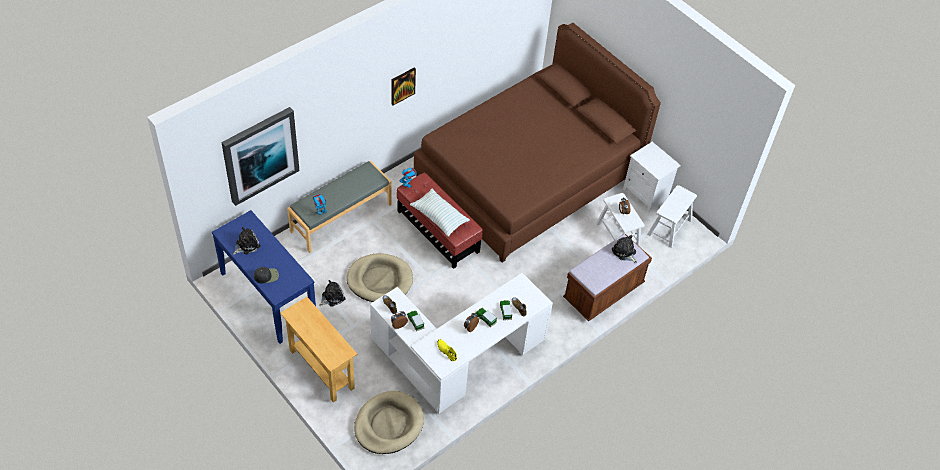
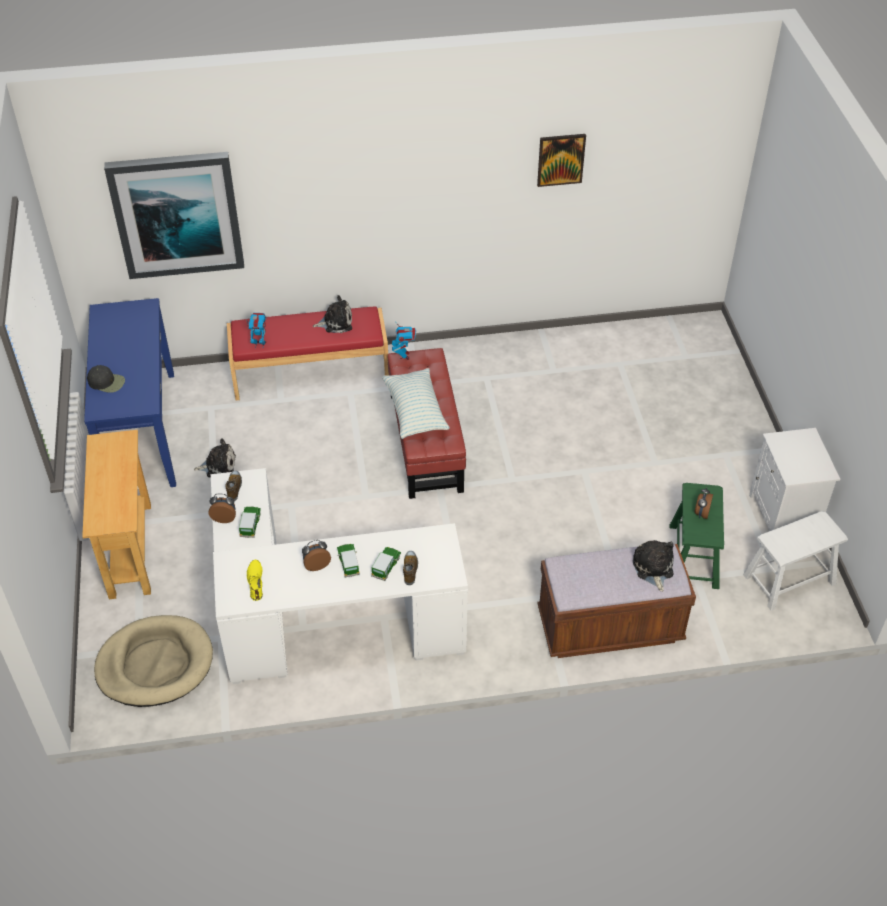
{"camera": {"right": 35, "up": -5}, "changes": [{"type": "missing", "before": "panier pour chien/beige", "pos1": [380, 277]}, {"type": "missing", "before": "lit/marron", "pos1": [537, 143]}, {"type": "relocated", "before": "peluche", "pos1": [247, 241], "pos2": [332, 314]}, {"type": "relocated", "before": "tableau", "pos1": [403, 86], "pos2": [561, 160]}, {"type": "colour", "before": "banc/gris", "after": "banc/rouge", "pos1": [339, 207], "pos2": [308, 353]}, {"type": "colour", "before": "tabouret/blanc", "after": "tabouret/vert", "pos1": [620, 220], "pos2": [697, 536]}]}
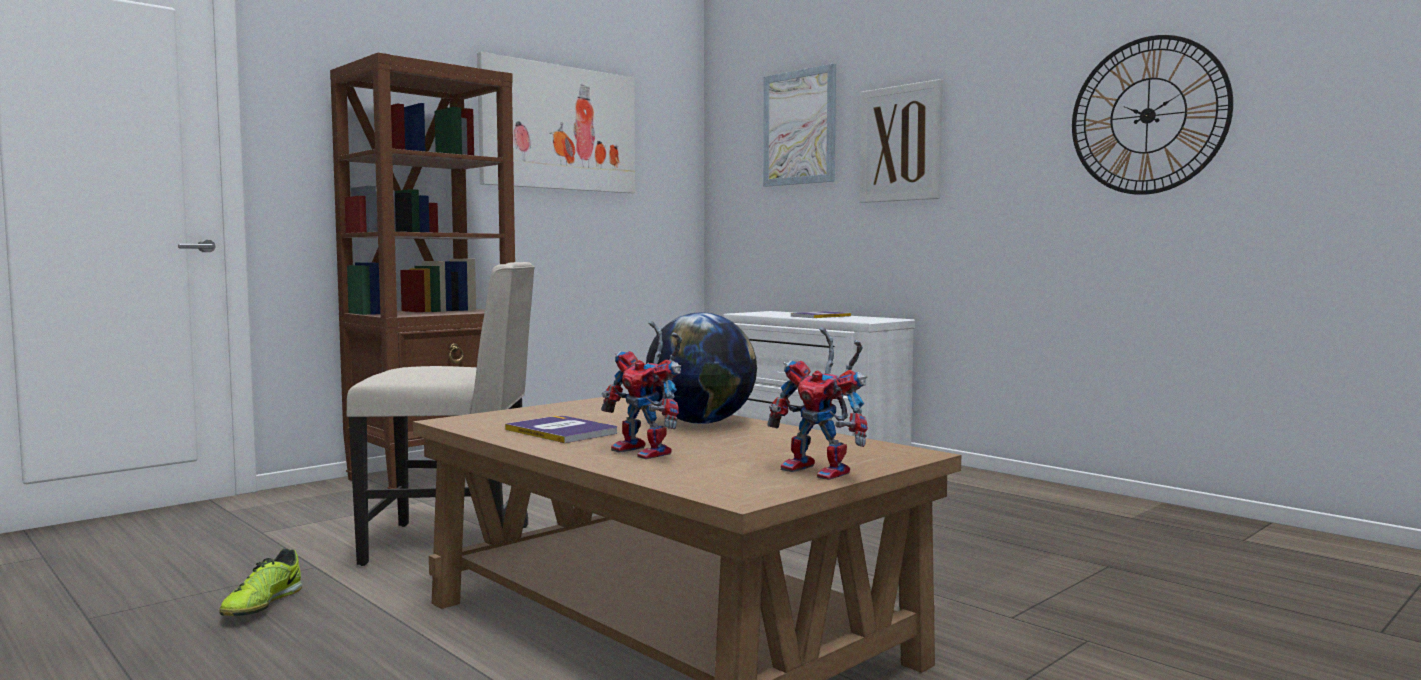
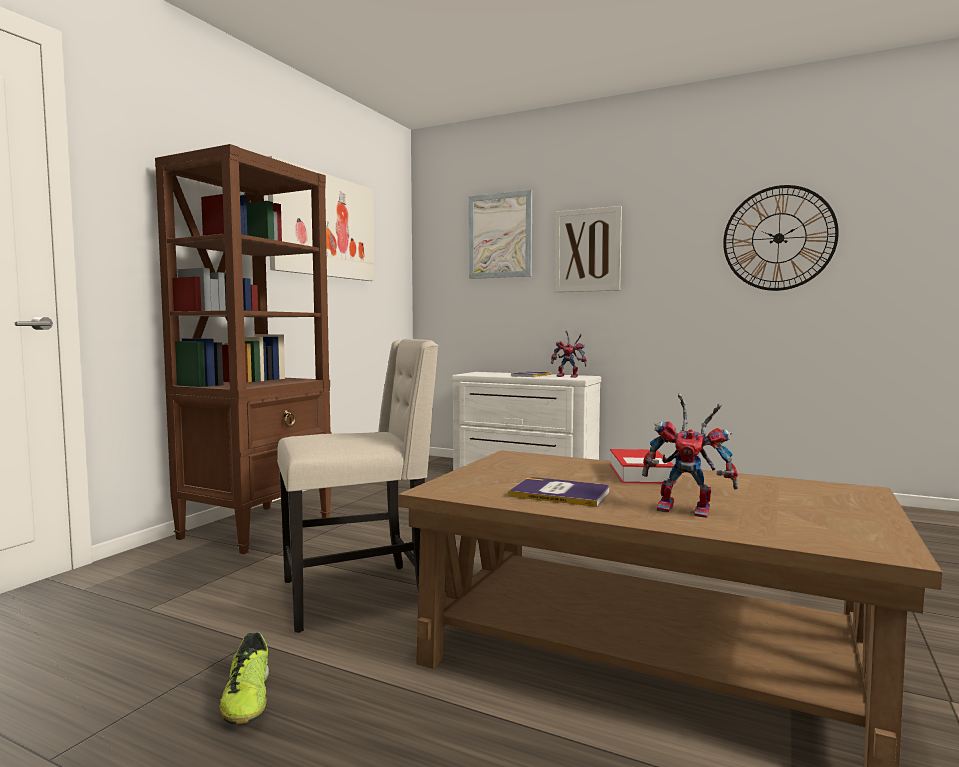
{"camera": {"right": -20, "up": 0}, "changes": [{"type": "relocated", "before": "robot jouet", "pos1": [817, 403], "pos2": [569, 354]}, {"type": "exchanged", "before": "globe", "after": "livre", "pos1": [701, 368], "pos2": [643, 466]}]}
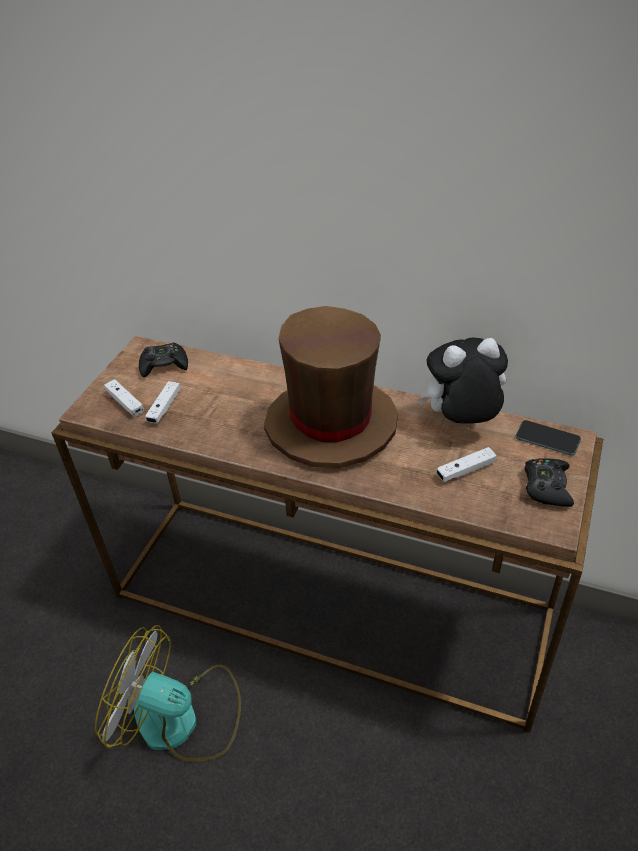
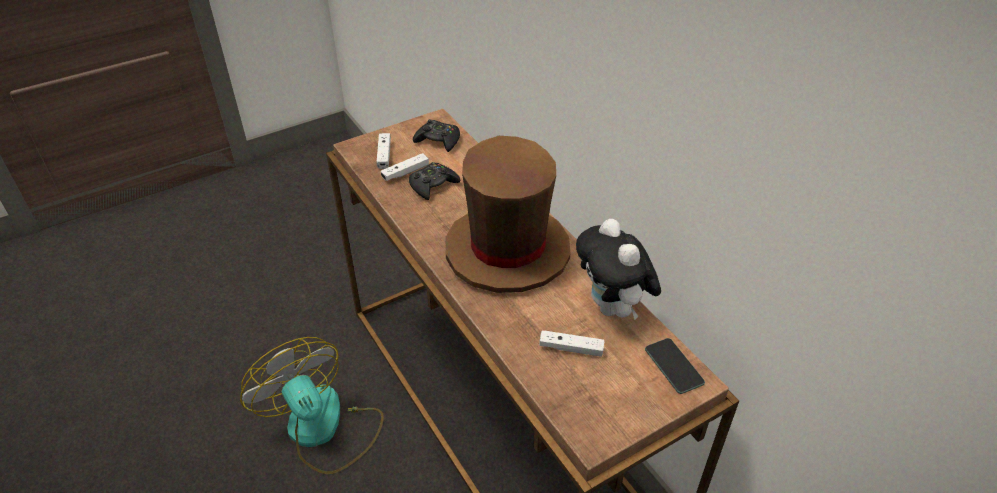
{"camera": {"right": 35, "up": 0}, "changes": [{"type": "relocated", "before": "manette/noir", "pos1": [549, 482], "pos2": [434, 181]}, {"type": "spun", "before": "peluche", "pos1": [463, 381], "pos2": [618, 269], "turn": -135}]}
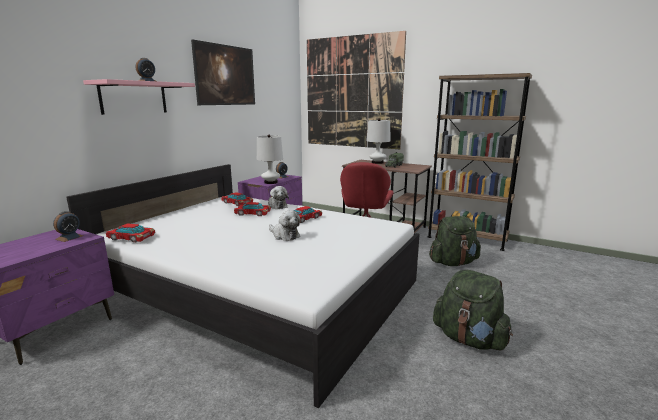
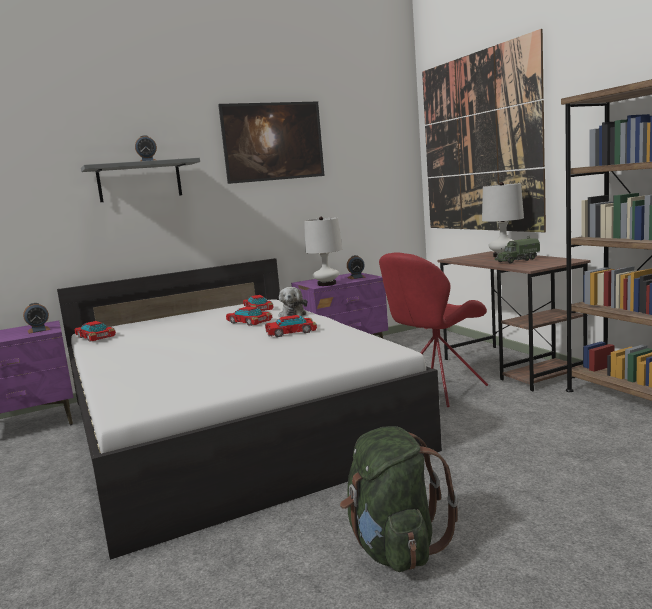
{"camera": {"right": 35, "up": -5}, "changes": [{"type": "missing", "before": "peluche", "pos1": [285, 225]}, {"type": "missing", "before": "sac à dos/vert", "pos1": [455, 241]}, {"type": "colour", "before": "étagère/rose", "after": "étagère/gris", "pos1": [139, 97], "pos2": [140, 180]}]}
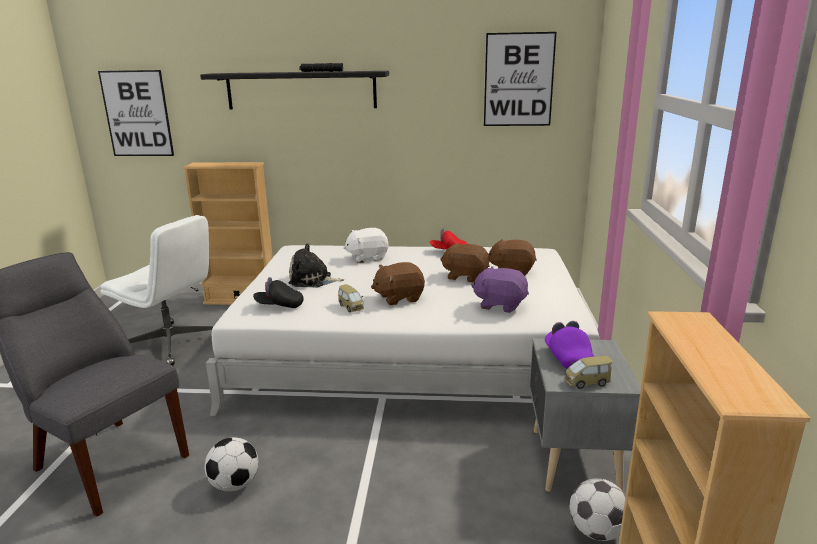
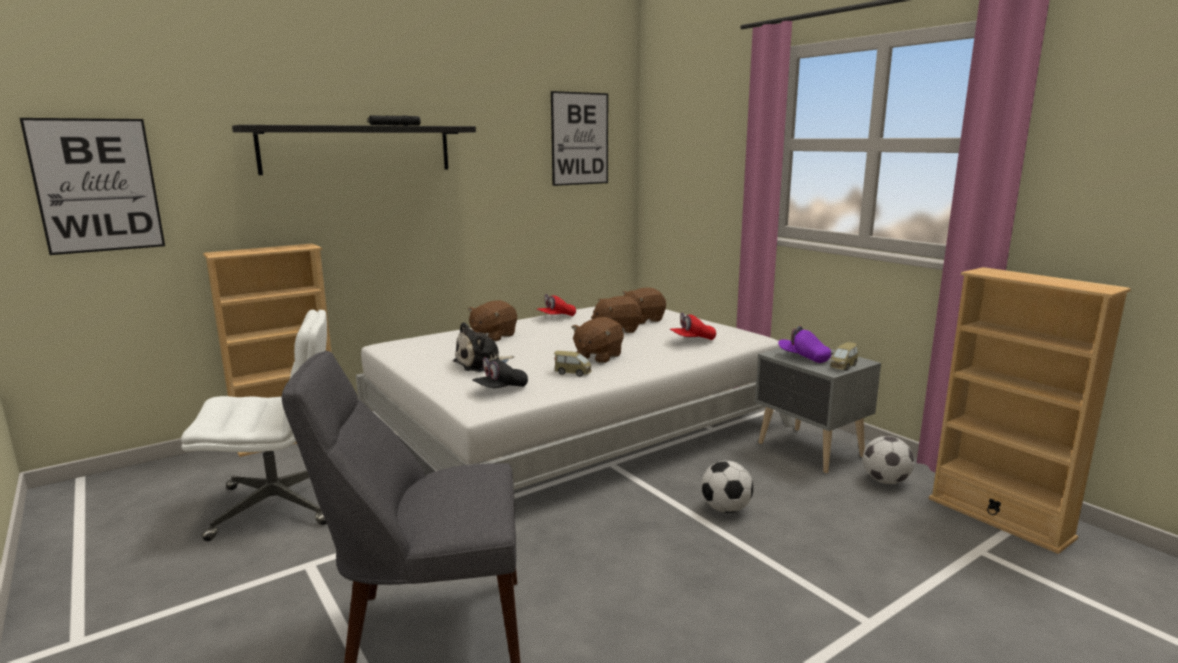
{"camera": {"right": -40, "up": -5}, "changes": [{"type": "relocated", "before": "ballon de foot", "pos1": [231, 464], "pos2": [727, 487]}, {"type": "exchanged", "before": "peluche/violet", "after": "casquette/rouge", "pos1": [500, 289], "pos2": [693, 326]}, {"type": "colour", "before": "peluche/blanc", "after": "peluche/marron", "pos1": [366, 245], "pos2": [492, 321]}]}
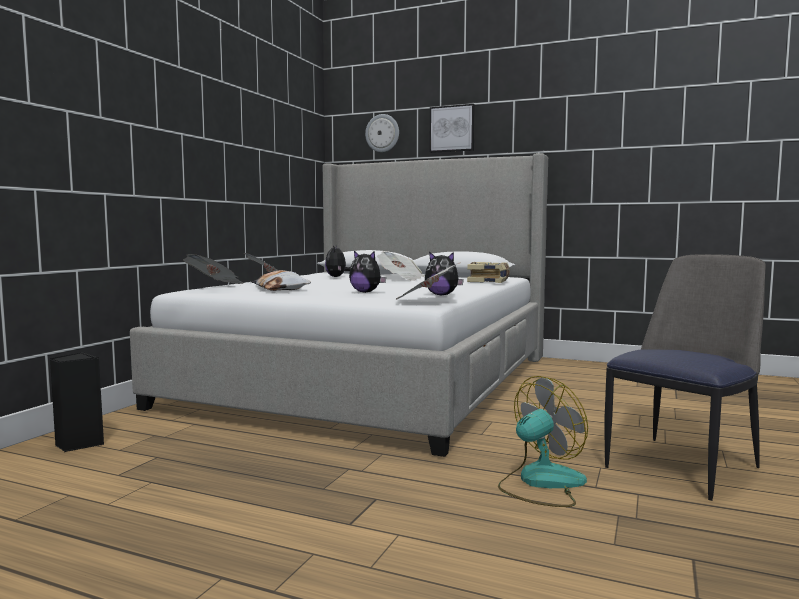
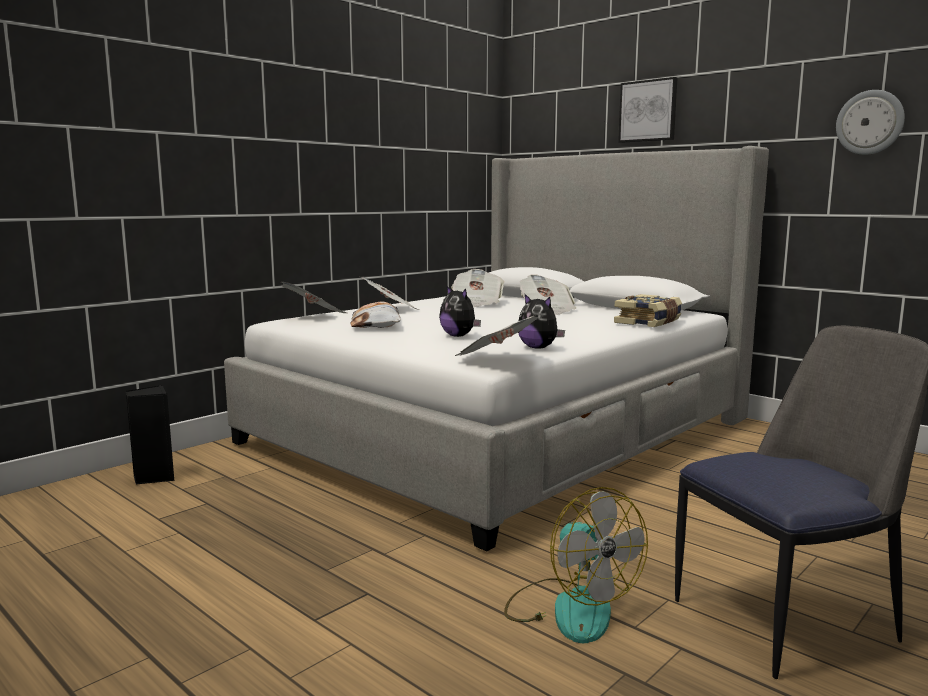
{"camera": {"right": 20, "up": 5}, "changes": [{"type": "relocated", "before": "horloge murale", "pos1": [382, 133], "pos2": [870, 122]}, {"type": "exchanged", "before": "peluche", "after": "journal", "pos1": [337, 261], "pos2": [477, 288]}, {"type": "spun", "before": "ventilateur", "pos1": [543, 441], "pos2": [576, 565], "turn": 75}]}
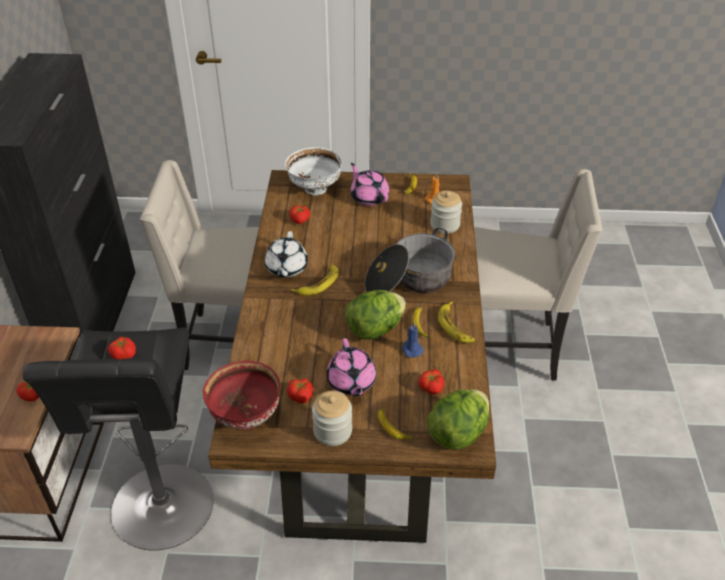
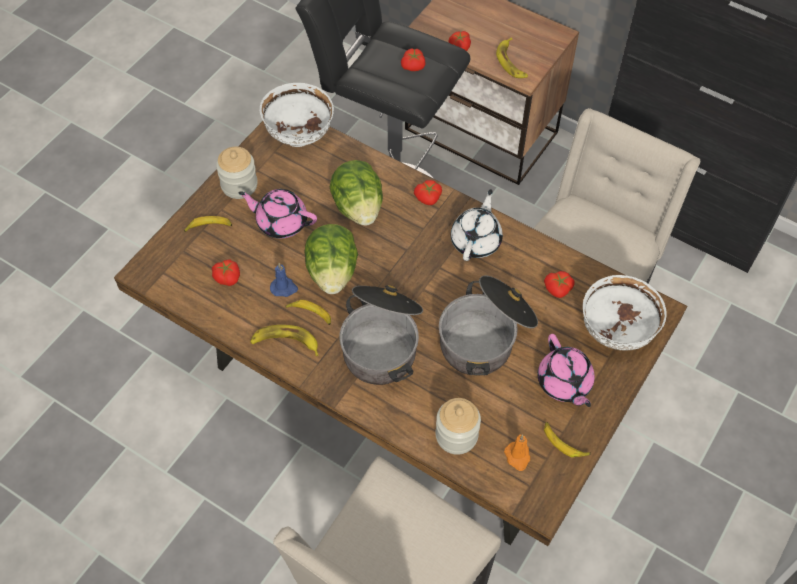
{"camera": {"right": 120, "up": 15}, "changes": [{"type": "appeared", "after": "marmite", "pos2": [488, 325]}, {"type": "relocated", "before": "tomate", "pos1": [300, 391], "pos2": [428, 192]}, {"type": "relocated", "before": "banane", "pos1": [315, 280], "pos2": [512, 57]}, {"type": "relocated", "before": "laitue", "pos1": [458, 419], "pos2": [356, 193]}, {"type": "colour", "before": "bol/rouge", "after": "bol/blanc", "pos1": [242, 395], "pos2": [297, 115]}, {"type": "spun", "before": "théière/blanc", "pos1": [286, 254], "pos2": [477, 225], "turn": 75}, {"type": "spun", "before": "théière/rose", "pos1": [369, 184], "pos2": [566, 370], "turn": 75}]}
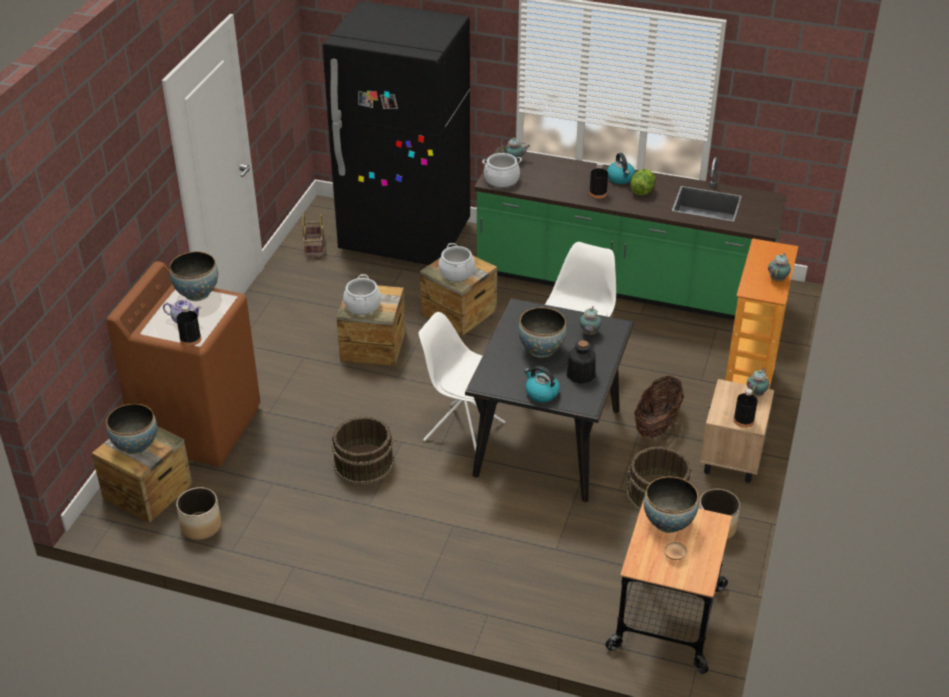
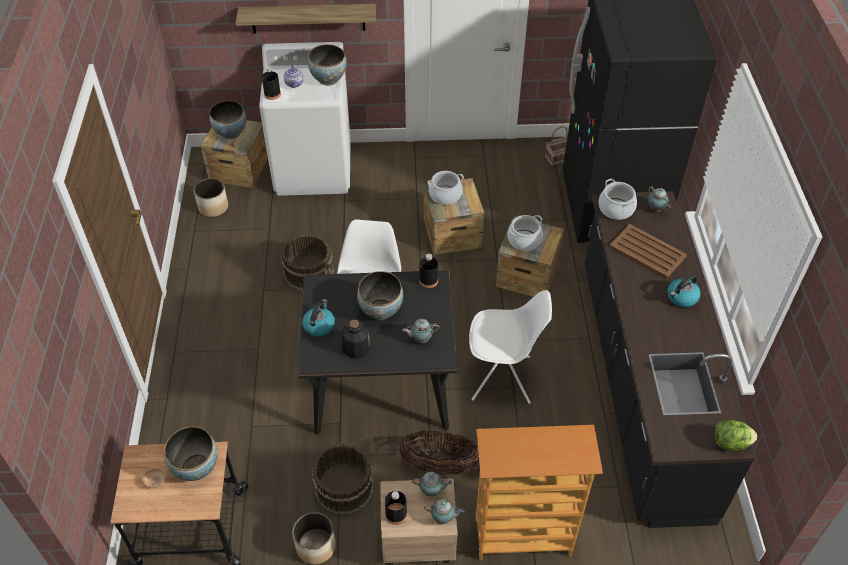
{"camera": {"right": 70, "up": 10}, "changes": [{"type": "appeared", "after": "étagère", "pos2": [306, 18]}, {"type": "appeared", "after": "plateau/marron", "pos2": [648, 251]}, {"type": "relocated", "before": "bouteille/noir", "pos1": [598, 181], "pos2": [428, 271]}, {"type": "relocated", "before": "laitue", "pos1": [643, 182], "pos2": [735, 435]}, {"type": "relocated", "before": "théière", "pos1": [779, 267], "pos2": [432, 484]}, {"type": "colour", "before": "lave-linge/marron", "after": "lave-linge/blanc", "pos1": [183, 363], "pos2": [305, 119]}, {"type": "colour", "before": "comptoir de cuisine/vert", "after": "comptoir de cuisine/noir", "pos1": [630, 233], "pos2": [670, 359]}]}
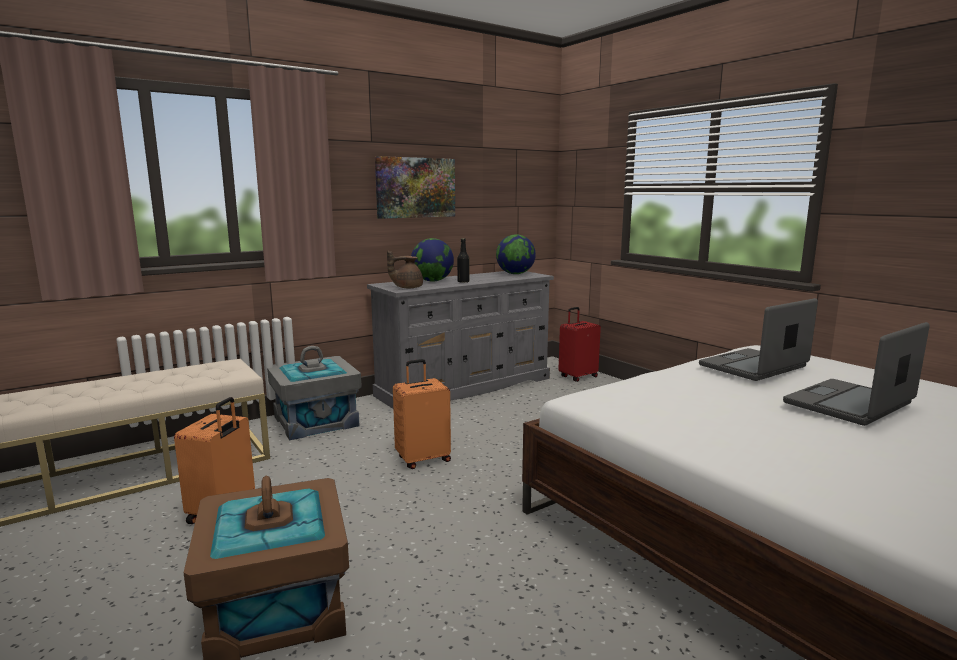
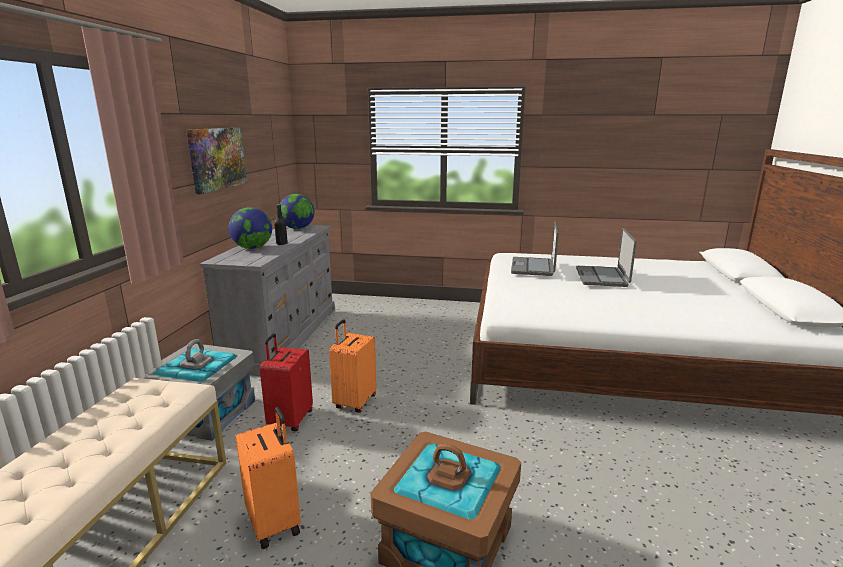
{"camera": {"right": -45, "up": 5}, "changes": [{"type": "missing", "before": "théière/marron", "pos1": [405, 269]}, {"type": "relocated", "before": "valise/rouge", "pos1": [580, 344], "pos2": [286, 382]}]}
